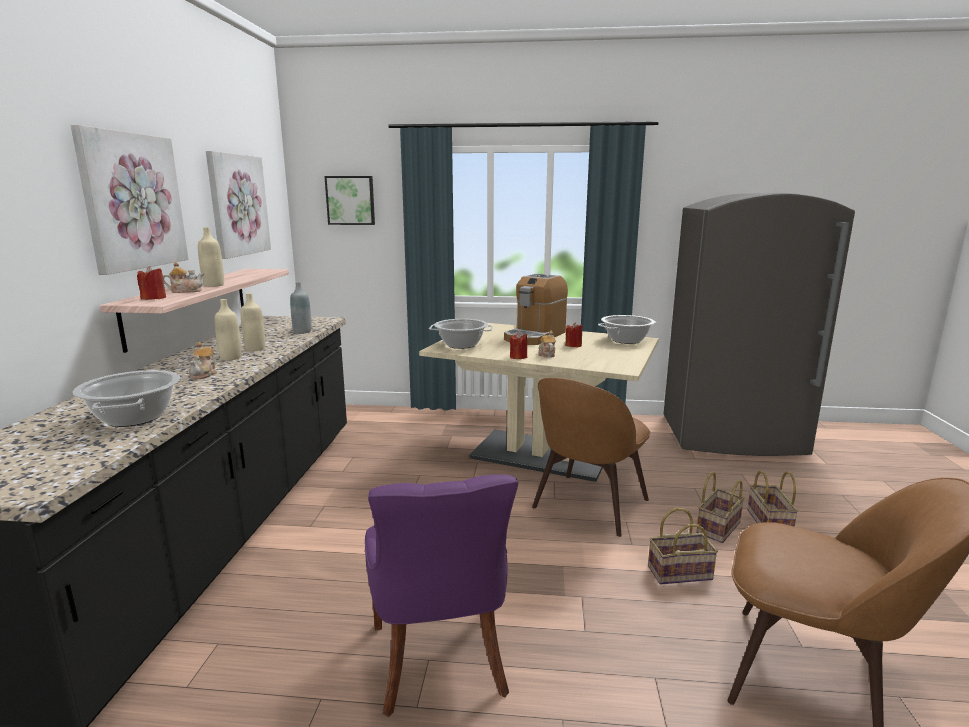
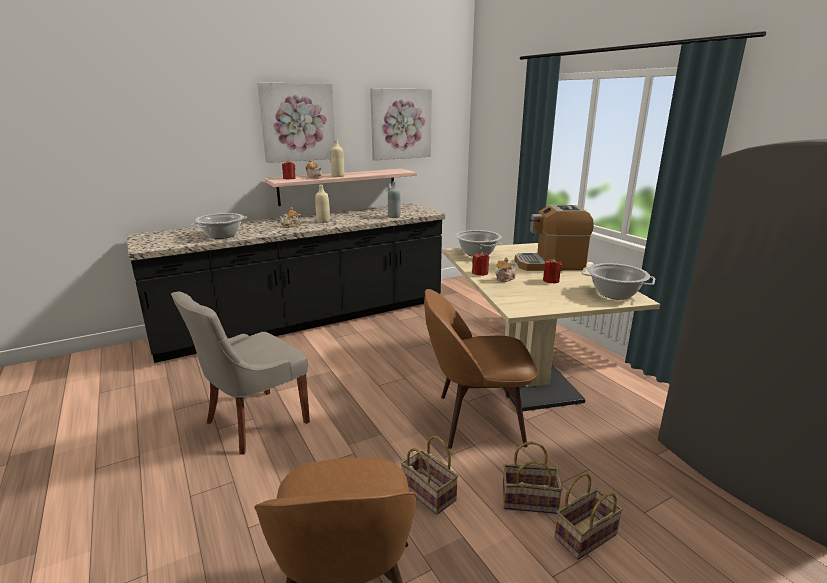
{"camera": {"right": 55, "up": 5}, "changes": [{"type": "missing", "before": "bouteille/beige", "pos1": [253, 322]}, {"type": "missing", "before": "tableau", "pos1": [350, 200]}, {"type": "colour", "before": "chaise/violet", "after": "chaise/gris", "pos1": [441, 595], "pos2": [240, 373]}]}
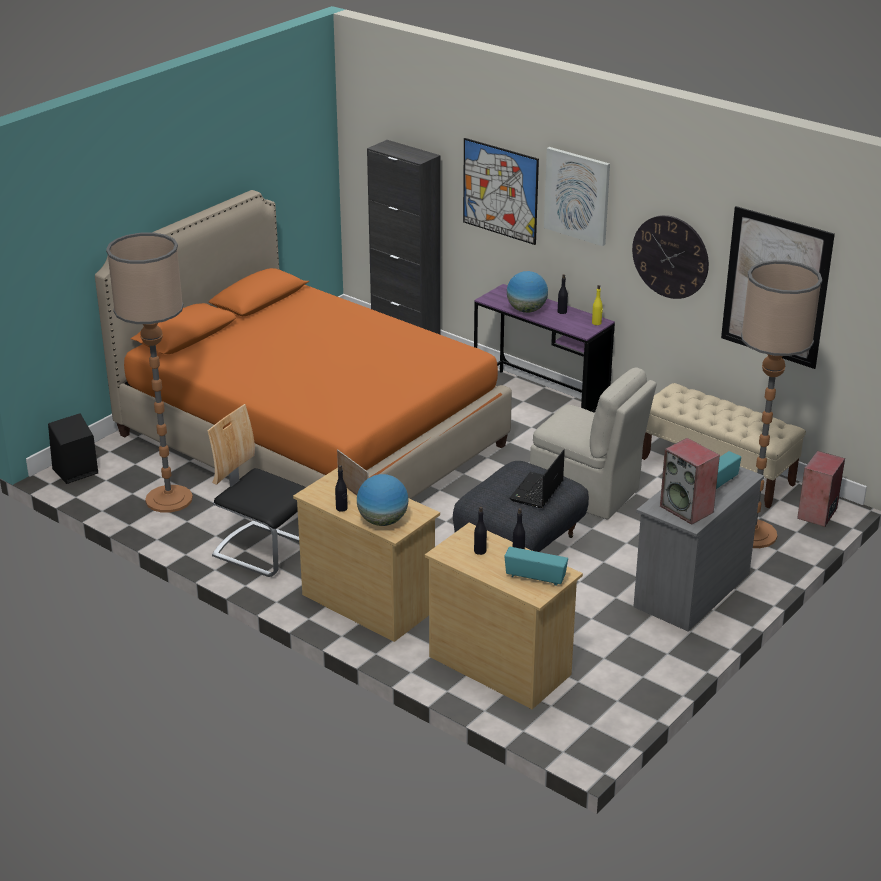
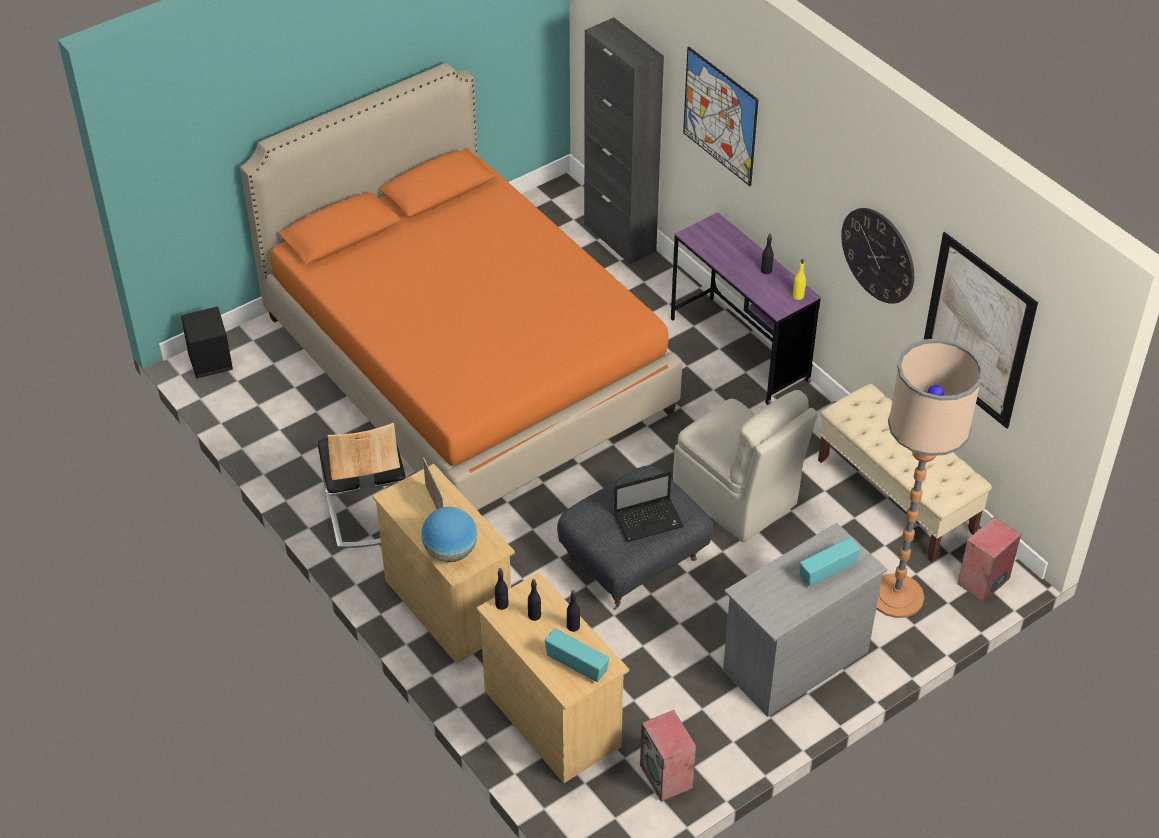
{"camera": {"right": 15, "up": 15}, "changes": [{"type": "missing", "before": "lampadaire", "pos1": [149, 373]}, {"type": "missing", "before": "globe", "pos1": [527, 292]}, {"type": "missing", "before": "tableau", "pos1": [577, 196]}, {"type": "relocated", "before": "bouteille/noir", "pos1": [341, 488], "pos2": [502, 589]}, {"type": "relocated", "before": "enceinte", "pos1": [690, 481], "pos2": [668, 755]}, {"type": "spun", "before": "chaise", "pos1": [257, 490], "pos2": [362, 485], "turn": -150}, {"type": "spun", "before": "ordinateur portable", "pos1": [537, 478], "pos2": [649, 506], "turn": -150}]}
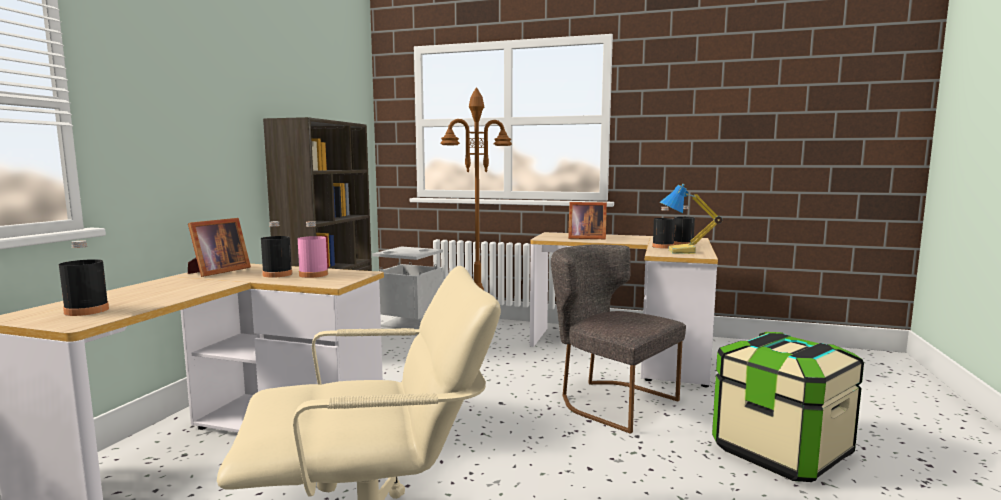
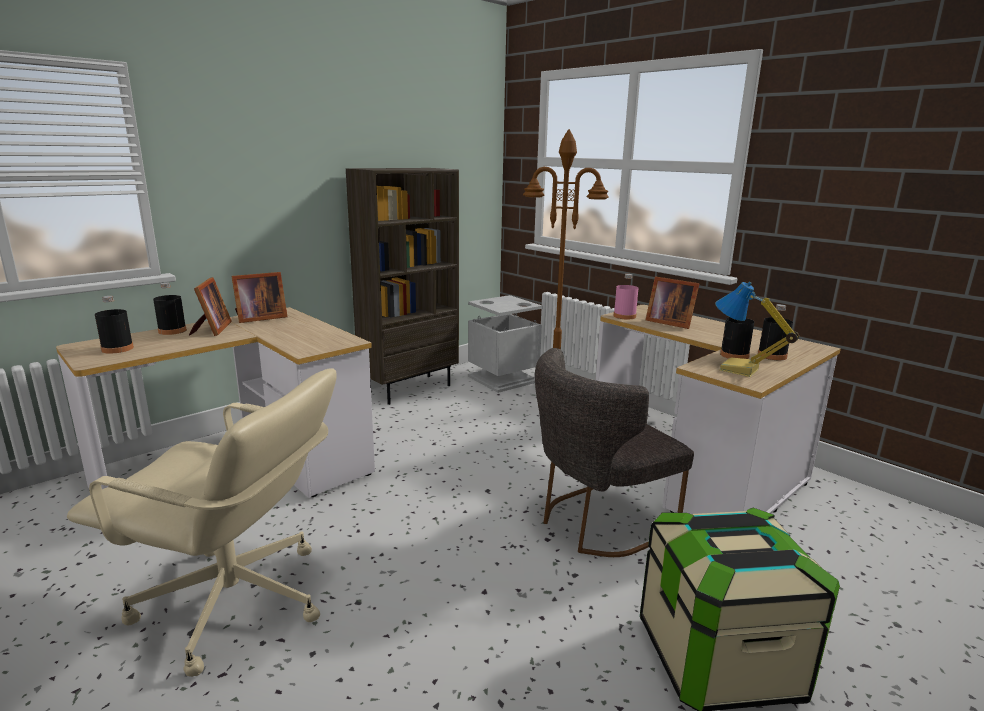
{"camera": {"right": 30, "up": 10}, "changes": [{"type": "appeared", "after": "cadre photo", "pos2": [210, 306]}, {"type": "relocated", "before": "bouteille/noir", "pos1": [276, 249], "pos2": [170, 308]}, {"type": "relocated", "before": "bouteille/rose", "pos1": [313, 249], "pos2": [626, 297]}, {"type": "spun", "before": "chaise/gris", "pos1": [618, 339], "pos2": [614, 452], "turn": -105}]}
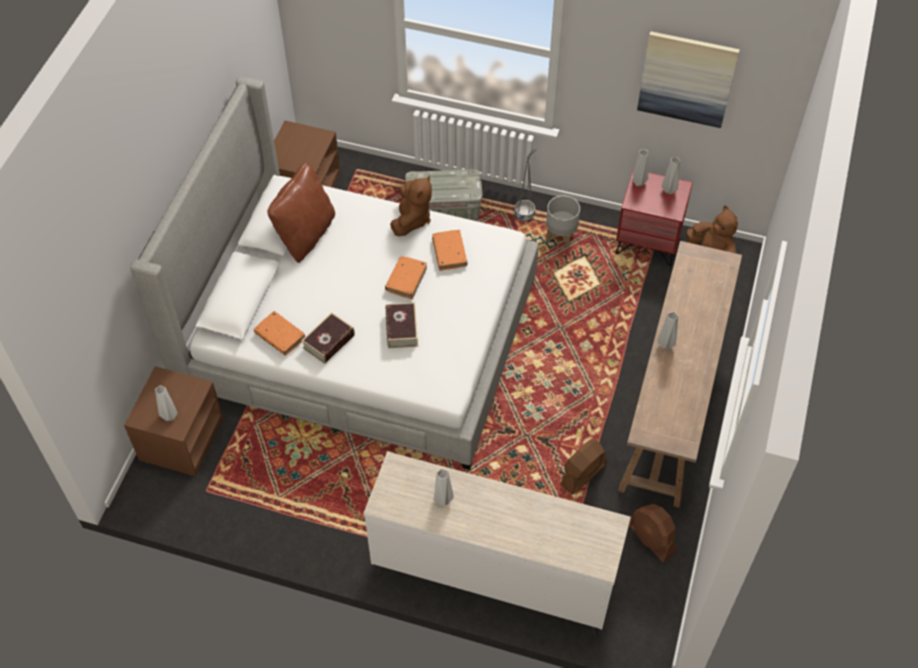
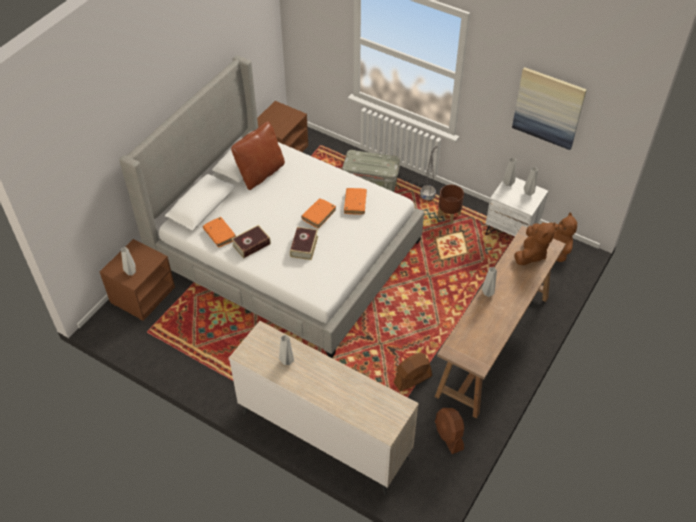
{"camera": {"right": 15, "up": -5}, "changes": [{"type": "relocated", "before": "peluche/marron", "pos1": [411, 205], "pos2": [534, 243]}, {"type": "colour", "before": "cache-pot/gris", "after": "cache-pot/marron", "pos1": [563, 221], "pos2": [451, 204]}, {"type": "colour", "before": "table de chevet/rouge", "after": "table de chevet/blanc", "pos1": [654, 217], "pos2": [516, 206]}]}
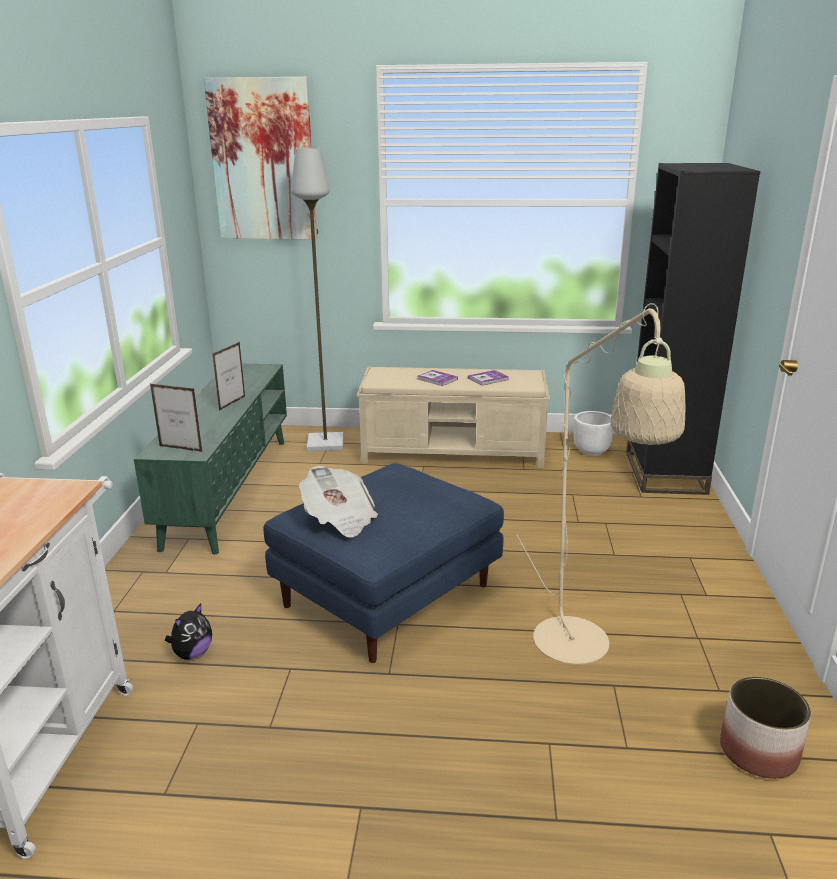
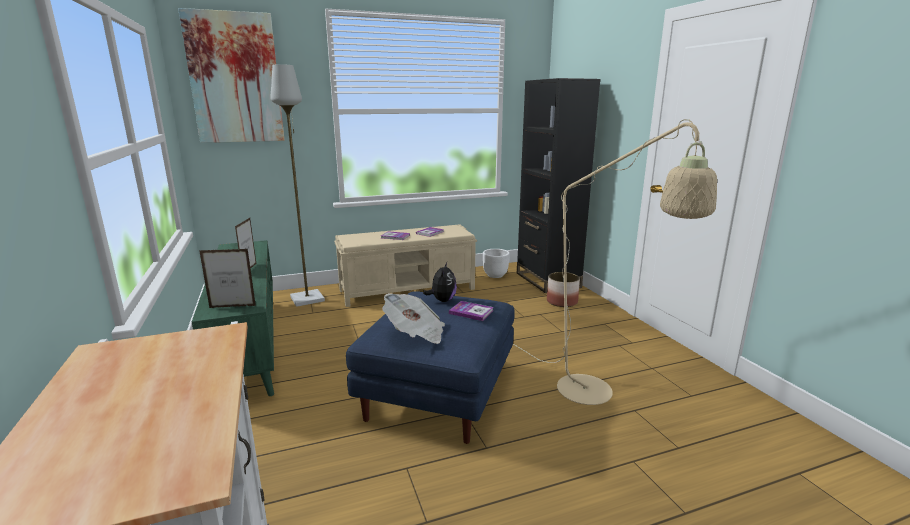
{"camera": {"right": -25, "up": -5}, "changes": [{"type": "appeared", "after": "livre", "pos2": [471, 311]}, {"type": "relocated", "before": "peluche", "pos1": [188, 631], "pos2": [440, 282]}, {"type": "relocated", "before": "cache-pot", "pos1": [765, 728], "pos2": [563, 289]}]}
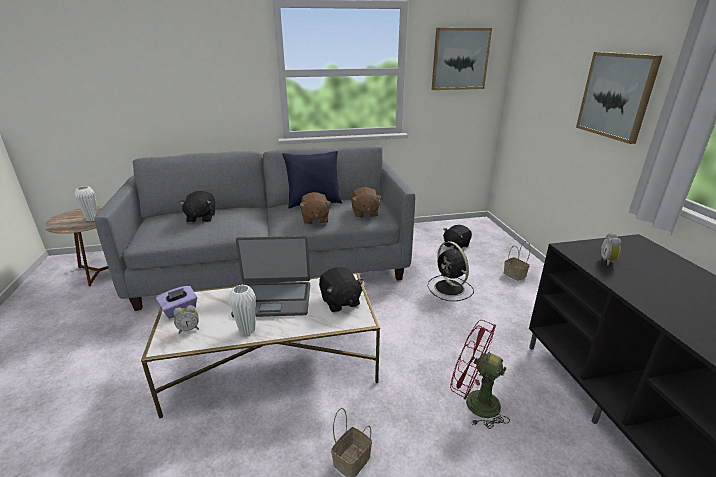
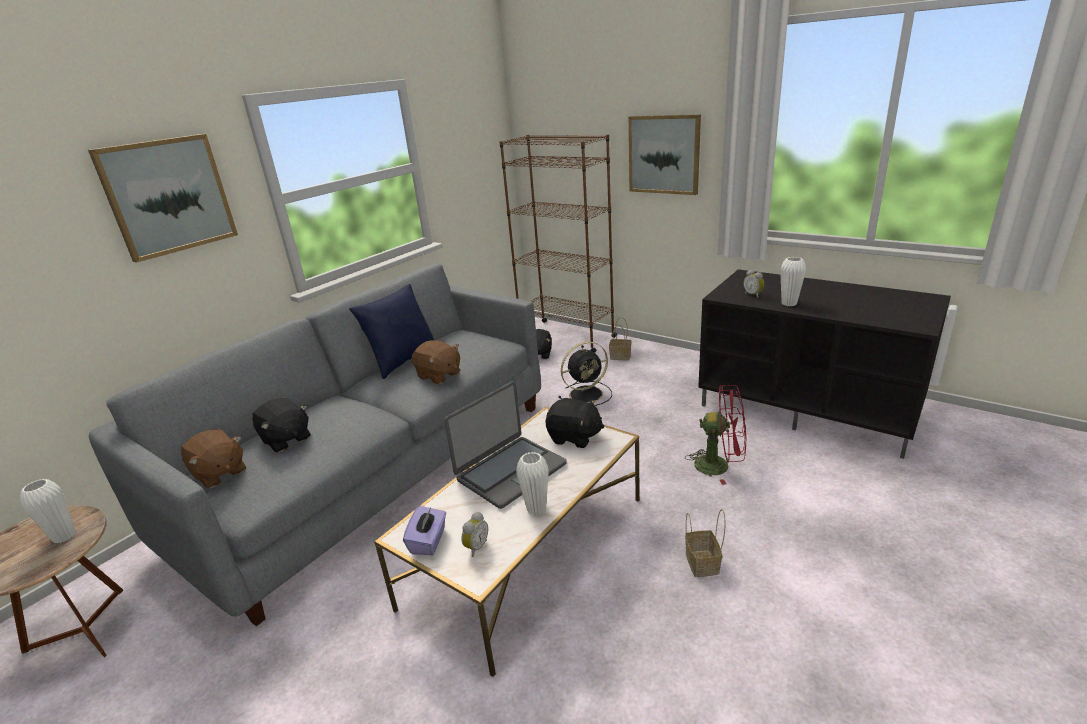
{"camera": {"right": -40, "up": 0}, "changes": [{"type": "appeared", "after": "bibliothèque/marron", "pos2": [558, 243]}, {"type": "appeared", "after": "vase/blanc", "pos2": [793, 281]}, {"type": "relocated", "before": "peluche/marron", "pos1": [366, 202], "pos2": [213, 459]}, {"type": "relocated", "before": "tableau", "pos1": [462, 59], "pos2": [163, 198]}, {"type": "spun", "before": "ventilateur/noir", "pos1": [451, 271], "pos2": [585, 373], "turn": -45}, {"type": "spun", "before": "ventilateur/rouge", "pos1": [480, 374], "pos2": [715, 435], "turn": -150}]}
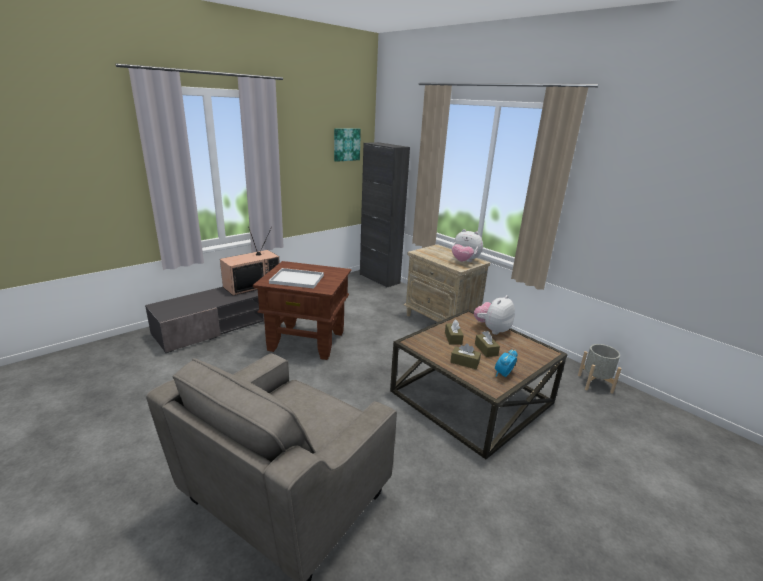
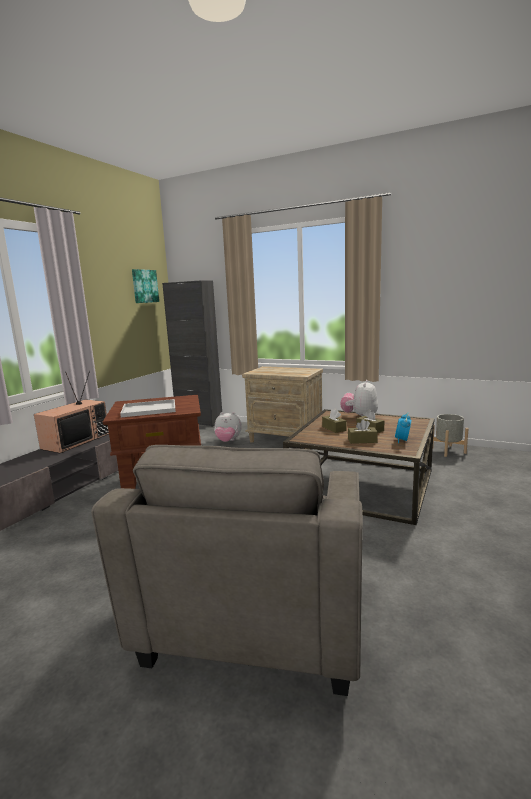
{"camera": {"right": -20, "up": -10}, "changes": [{"type": "relocated", "before": "peluche", "pos1": [467, 245], "pos2": [228, 427]}]}
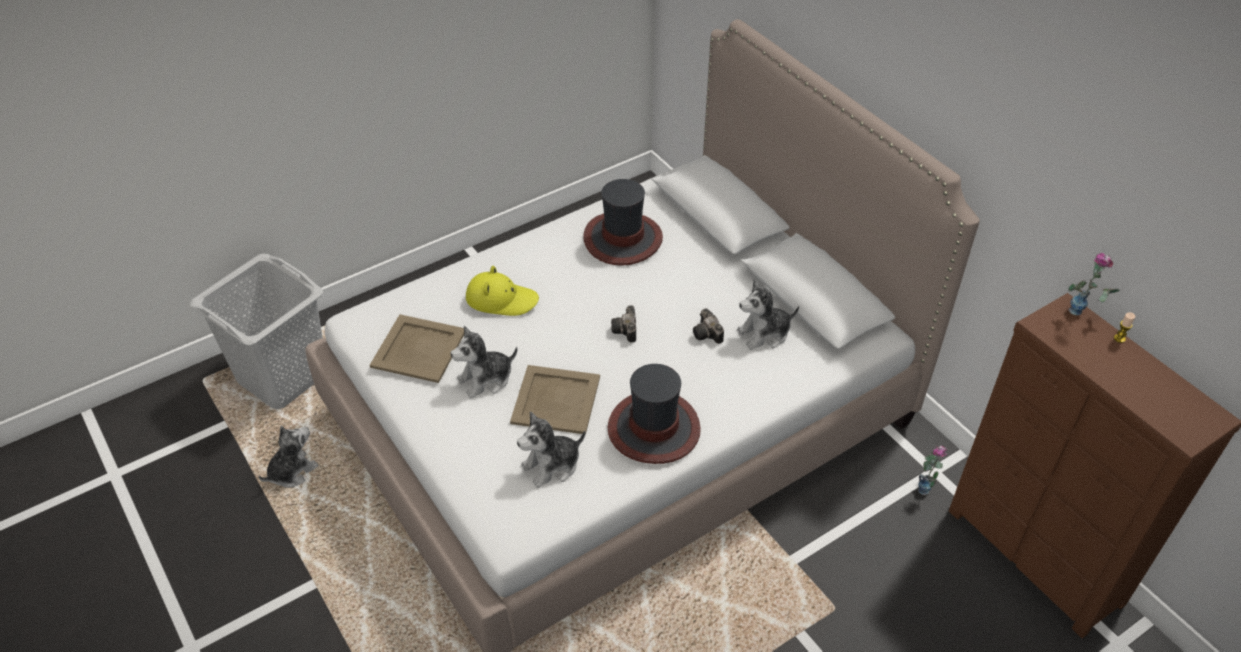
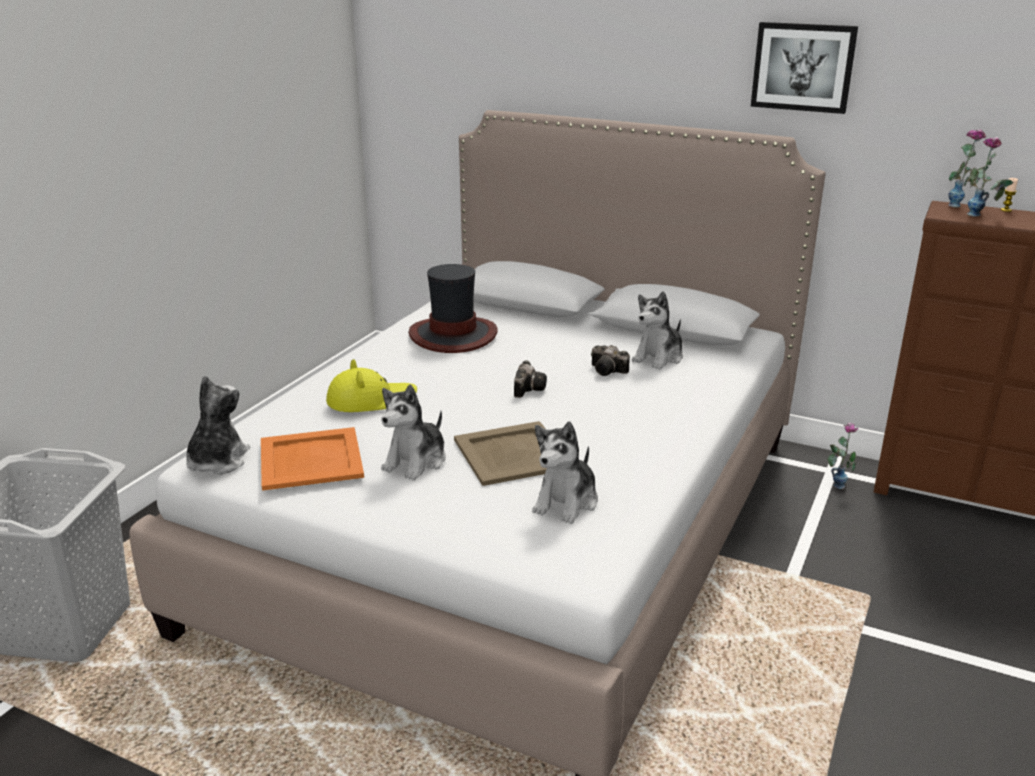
{"camera": {"right": -30, "up": -20}, "changes": [{"type": "missing", "before": "chapeau", "pos1": [654, 414]}, {"type": "appeared", "after": "tableau", "pos2": [804, 68]}, {"type": "appeared", "after": "vase", "pos2": [988, 176]}, {"type": "relocated", "before": "peluche", "pos1": [288, 456], "pos2": [218, 424]}, {"type": "colour", "before": "plateau/beige", "after": "plateau/orange", "pos1": [417, 348], "pos2": [312, 459]}, {"type": "spun", "before": "appareil photo", "pos1": [623, 323], "pos2": [530, 379], "turn": -135}]}
